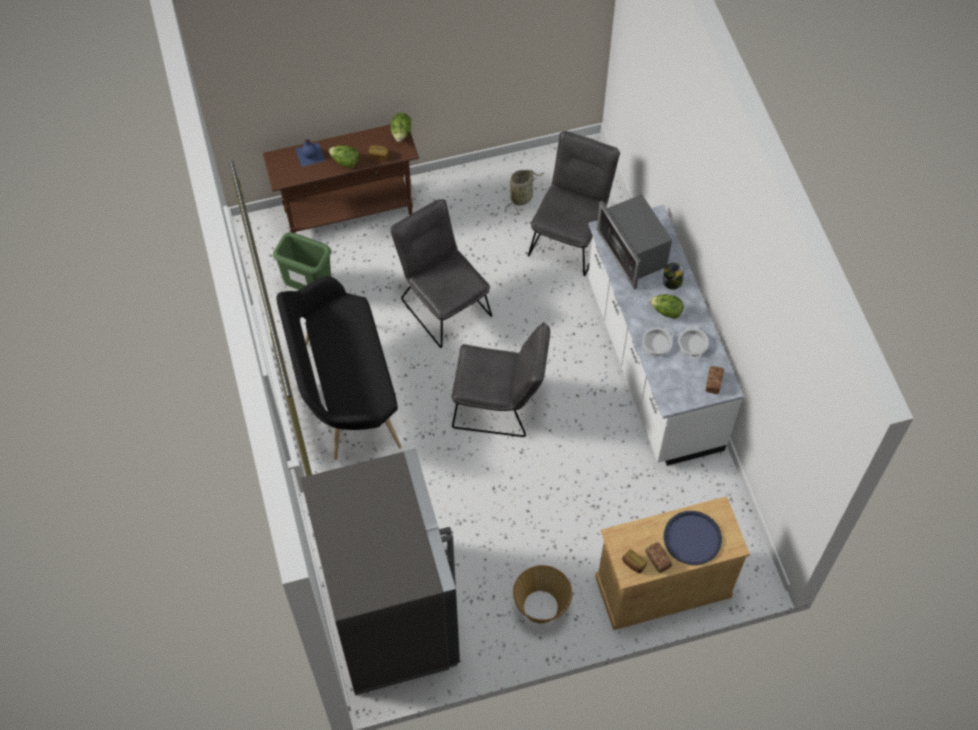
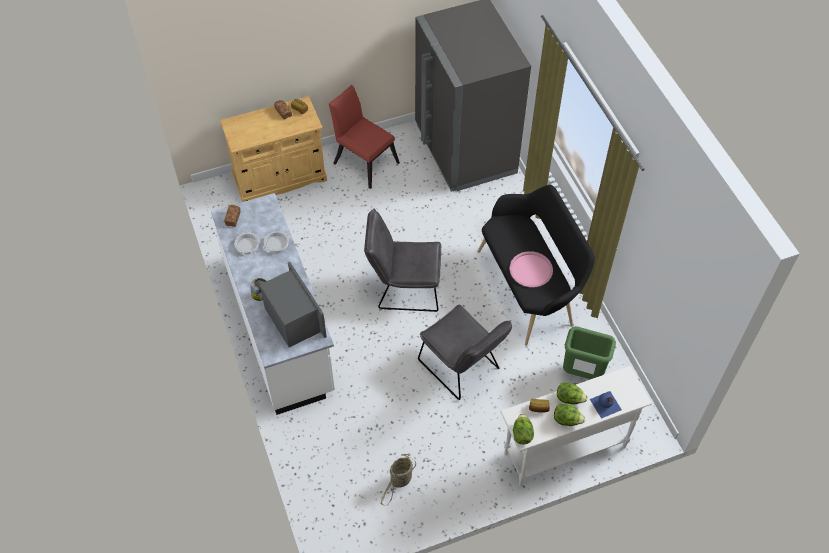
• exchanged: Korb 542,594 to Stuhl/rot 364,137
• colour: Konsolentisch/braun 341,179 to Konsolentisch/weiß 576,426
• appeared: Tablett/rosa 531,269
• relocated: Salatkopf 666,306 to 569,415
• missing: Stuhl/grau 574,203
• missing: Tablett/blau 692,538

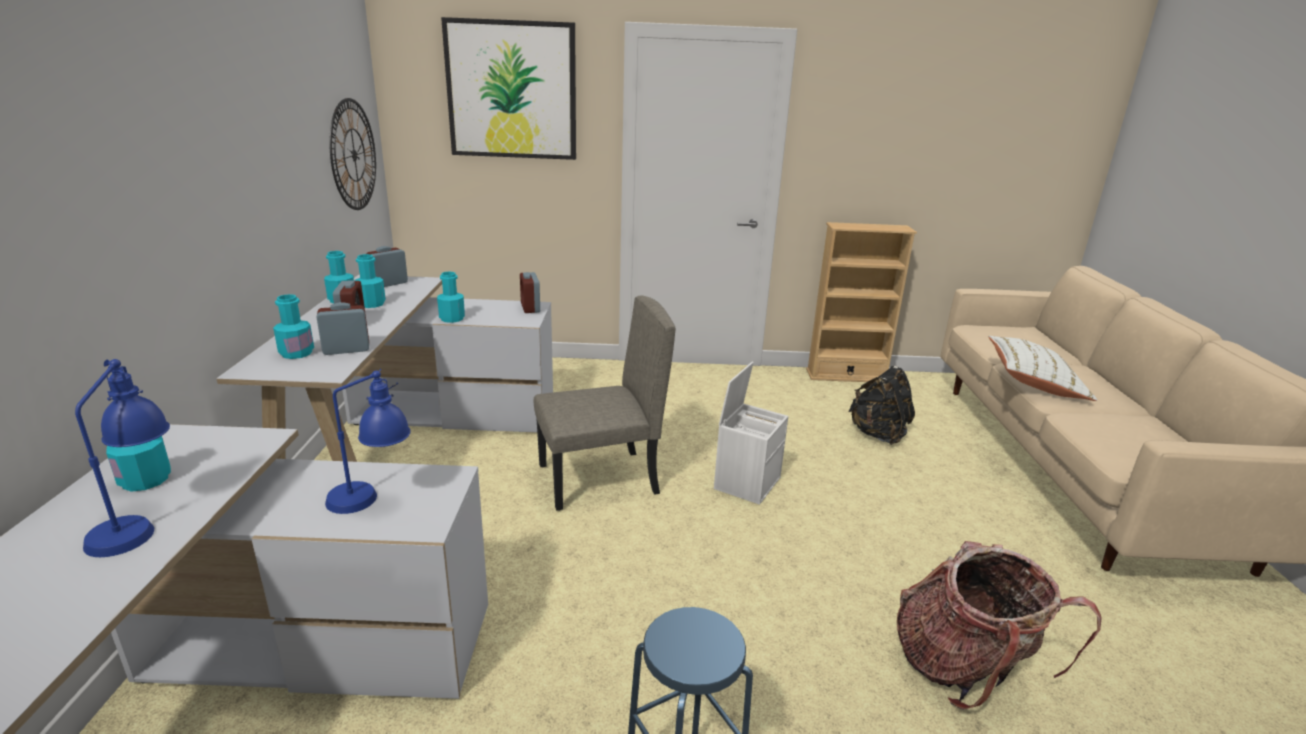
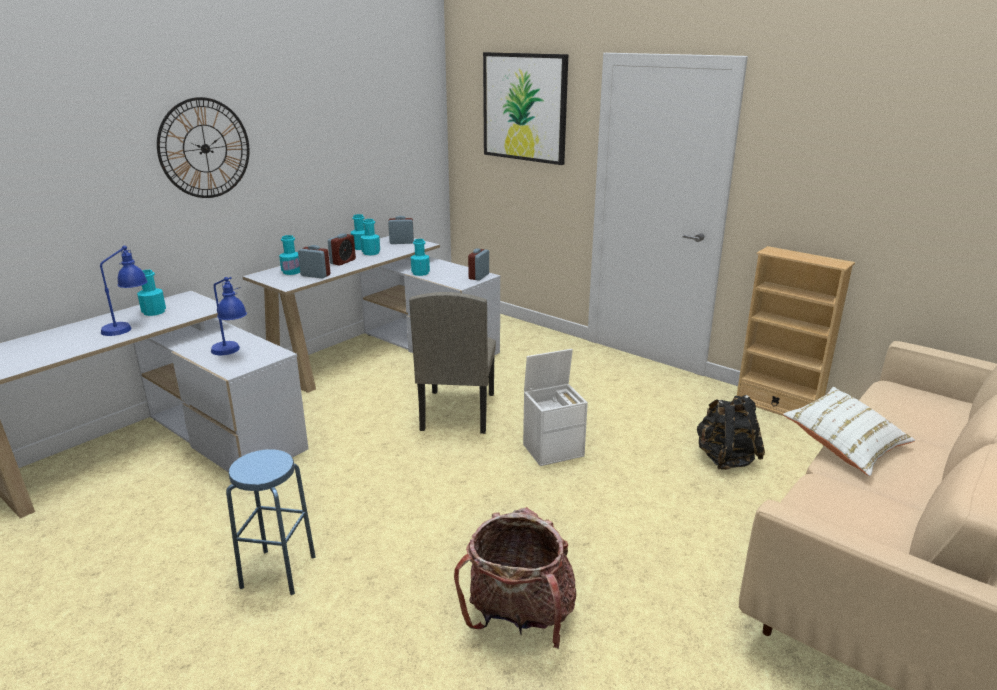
• relocated: Wanduhr 352,154 to 203,147
• spun: Stuhl/beige 604,403 = 452,363 75 degrees clockwise

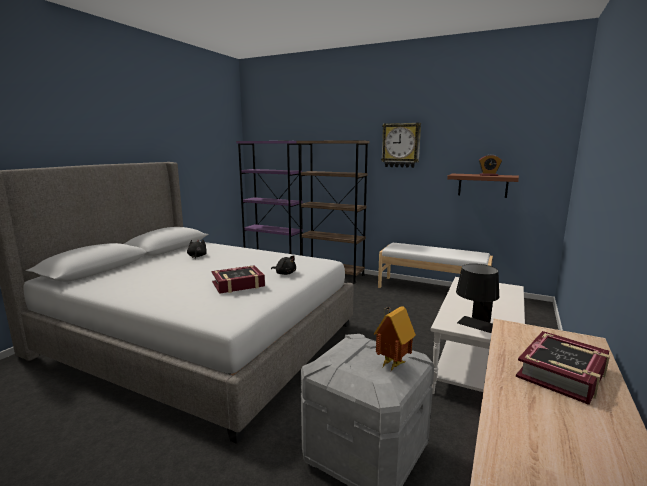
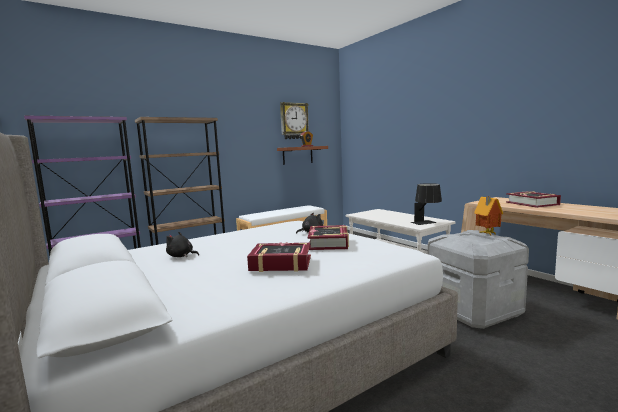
• appeared: Buch 279,257
• relocated: Wanduhr 401,145 to 294,120

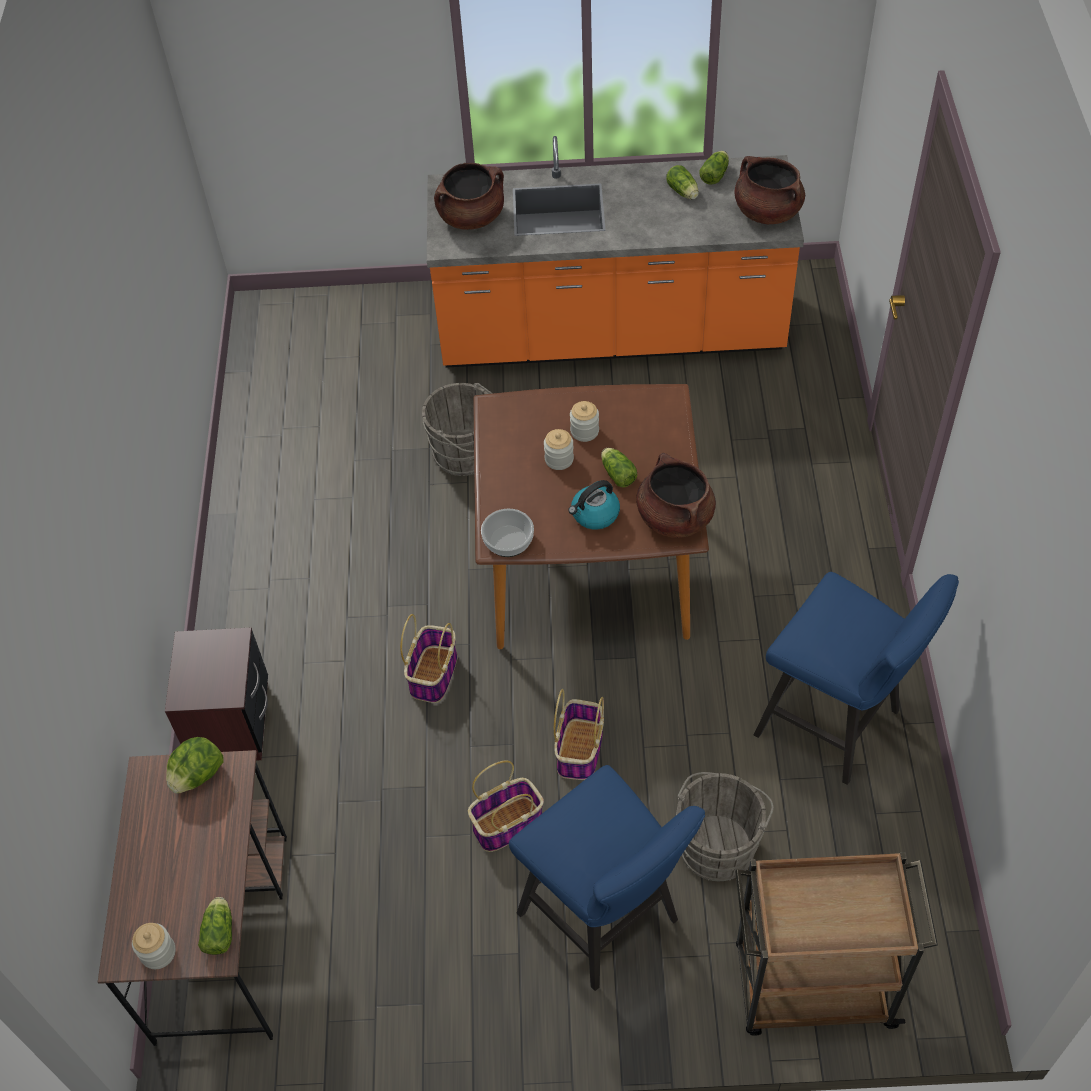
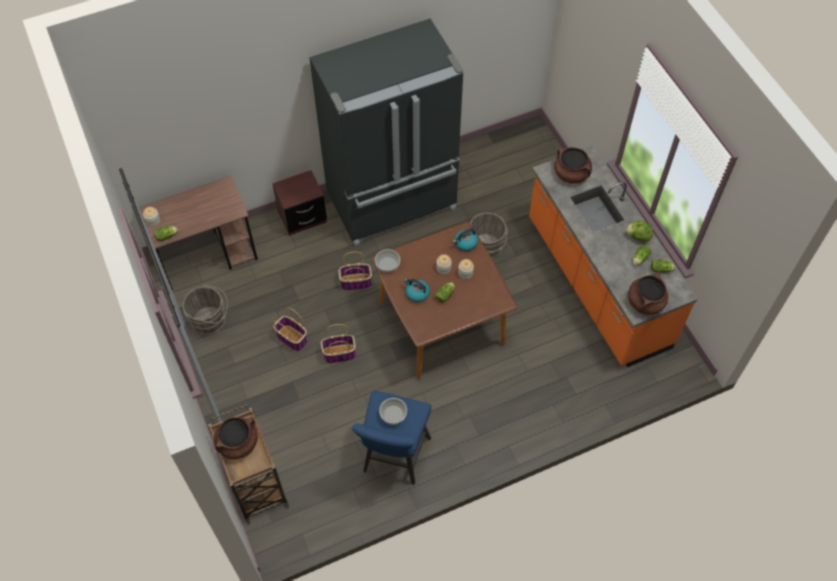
• relocated: Eimer/grau 725,826 to 205,310
• relocated: Kochtopf/braun 676,495 to 236,438
• appeared: Kühlschrank/schwarz 386,132
• appeared: Schüssel 393,411
• appeared: Wasserkessel 465,239
• relocated: Salatkopf 194,765 to 639,231
• missing: Hocker/blau 607,878

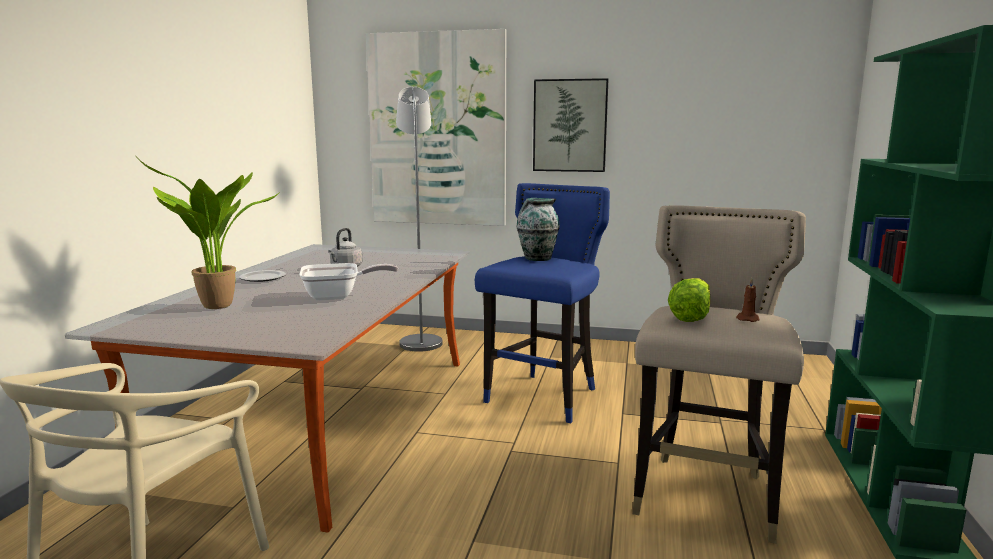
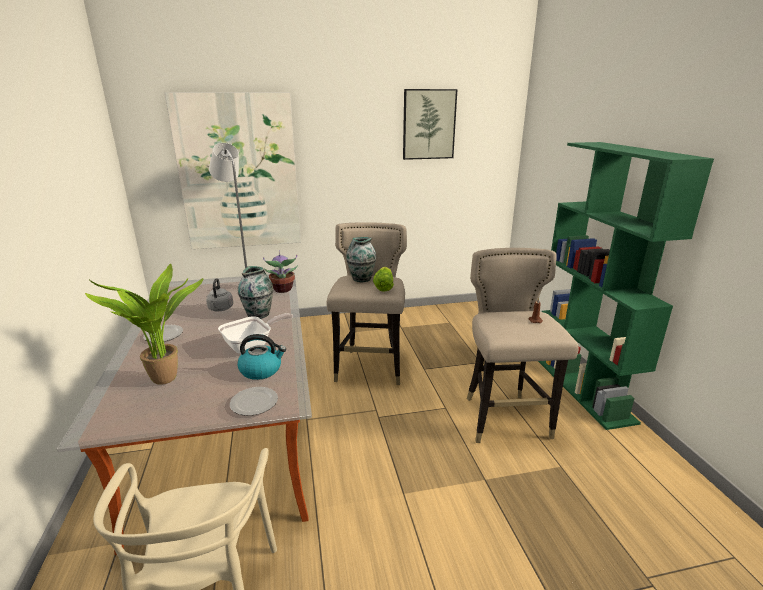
• appeared: Teller 254,401
• appeared: Wasserkessel 261,357
• appeared: Vase 255,292
• appeared: Topfpflanze 280,271
• colour: Hocker/blau 542,303 to Hocker/beige 367,303
• relocated: Salatkopf 689,300 to 383,279
• relocated: Bild 571,125 to 430,124

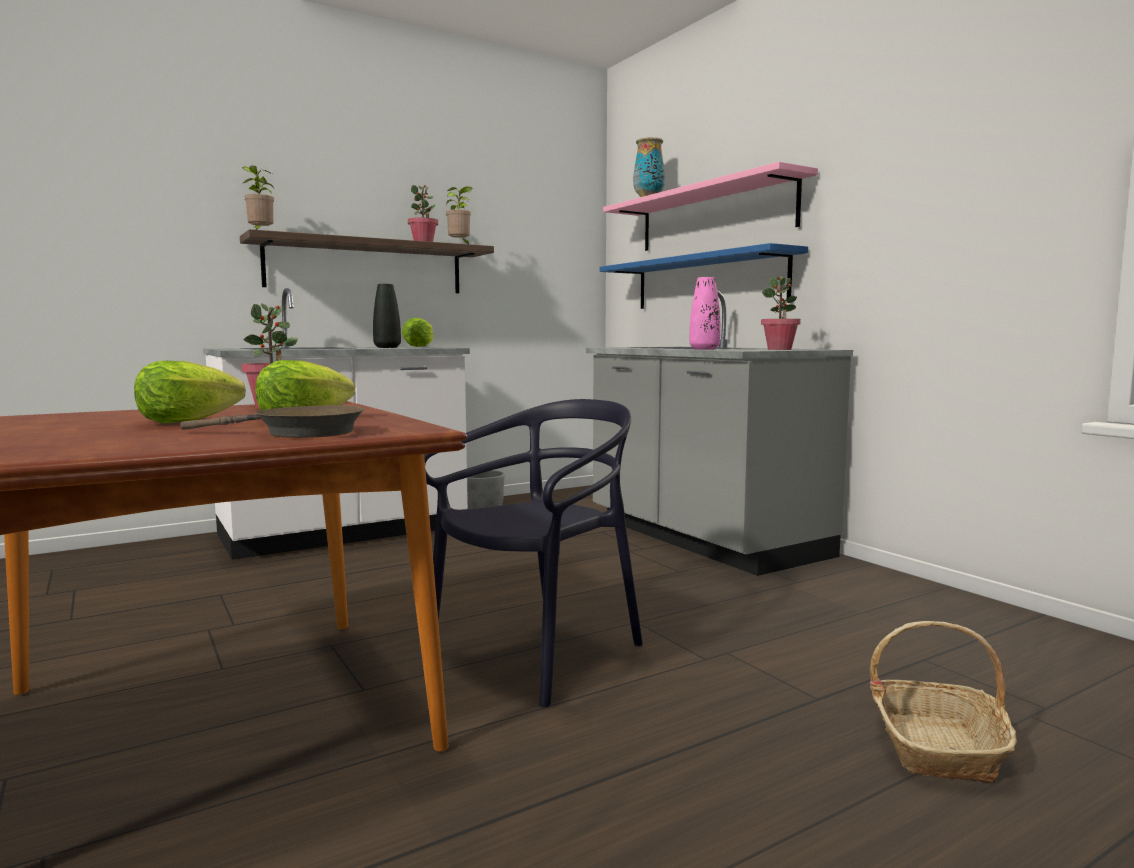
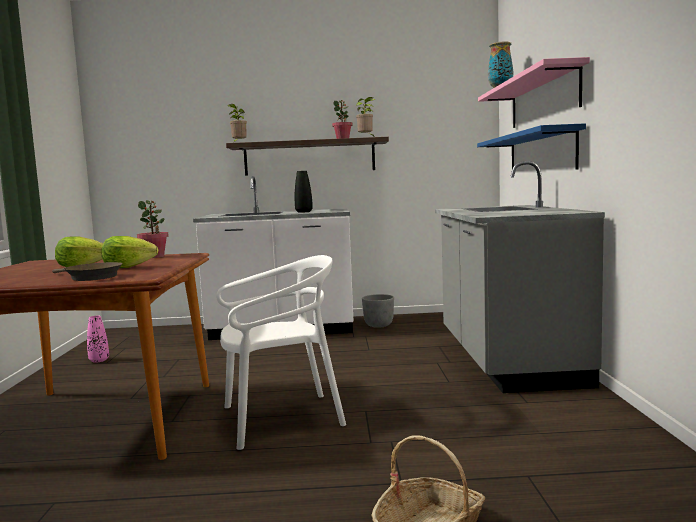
• relocated: Vase/rosa 705,313 to 98,339
• colour: Stuhl/schwarz 533,553 to Stuhl/weiß 281,352
• missing: Salatkopf 417,332
• missing: Topfpflanze 781,313

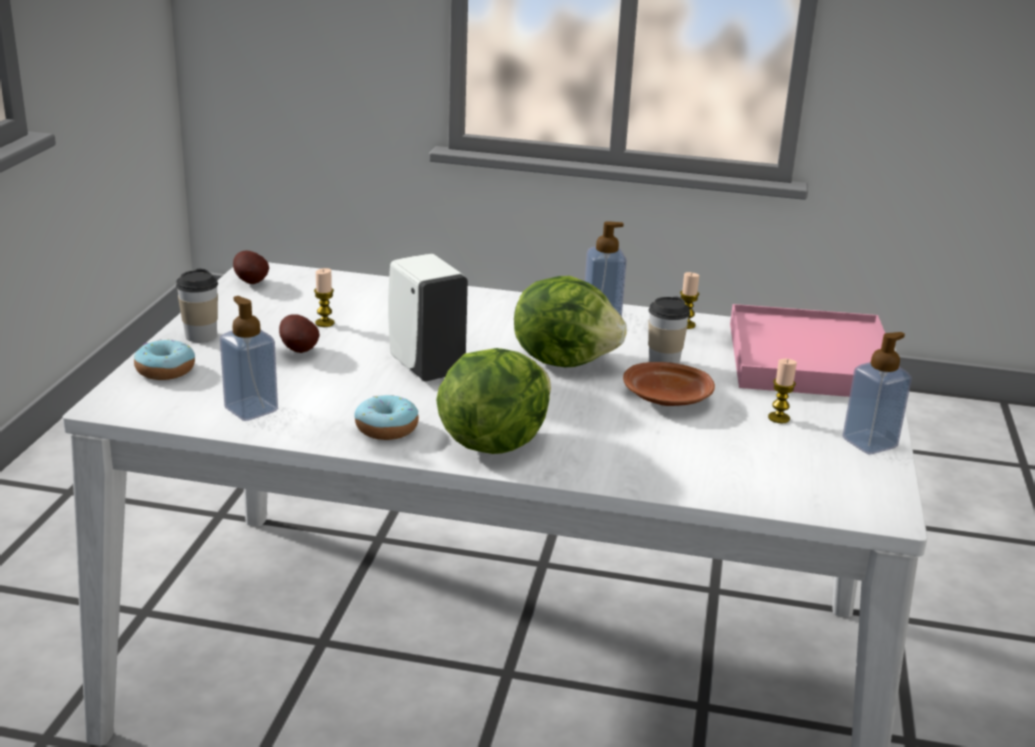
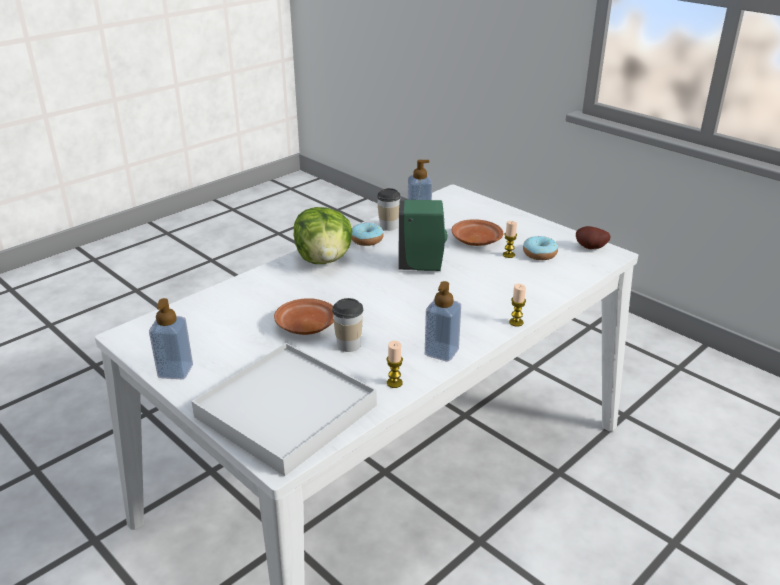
• colour: Tablett/rosa 807,350 to Tablett/weiß 284,409
• relocated: Tasse 197,305 to 389,209
• colour: Seifenspender/weiß 428,317 to Seifenspender/grün 423,235
• exchanged: Kartoffel 299,333 to Teller/braun 477,232
• relocated: Kerze 782,391 to 517,305
• relocated: Donut 164,359 to 540,248
• missing: Salatkopf 570,321

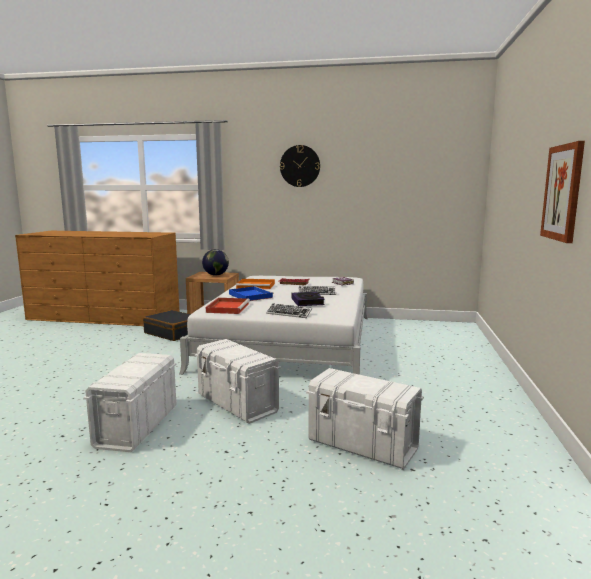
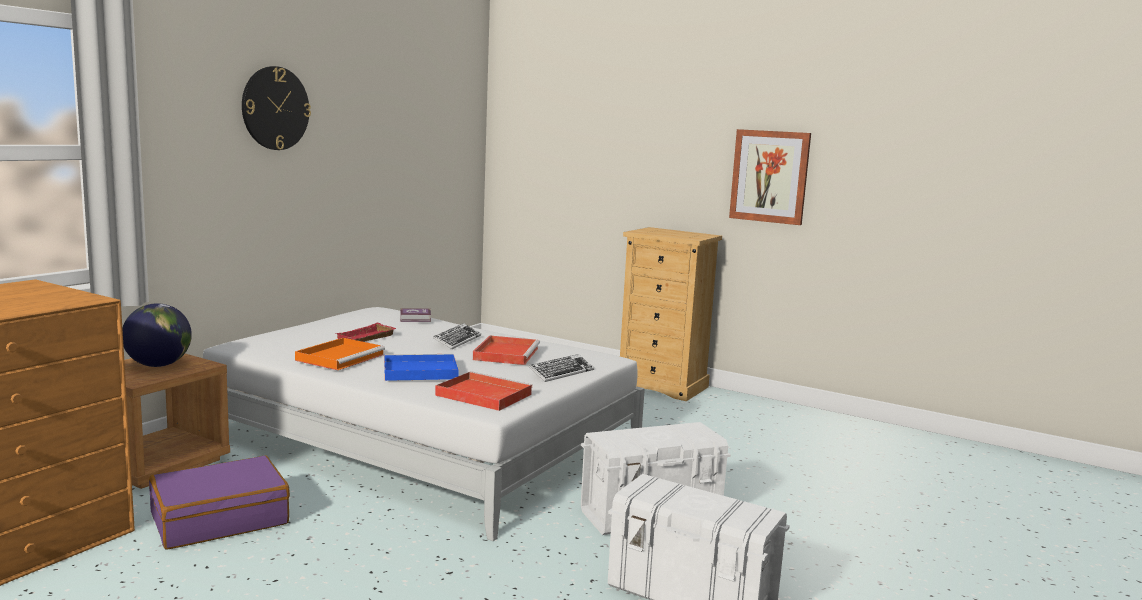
• colour: Koffer/schwarz 167,325 to Koffer/lila 219,503
• exchanged: Buch 308,299 to Tablett/rot 506,350
• appeared: Kommode/beige 671,314
• missing: Aufbewahrungsbox/weiß 365,418

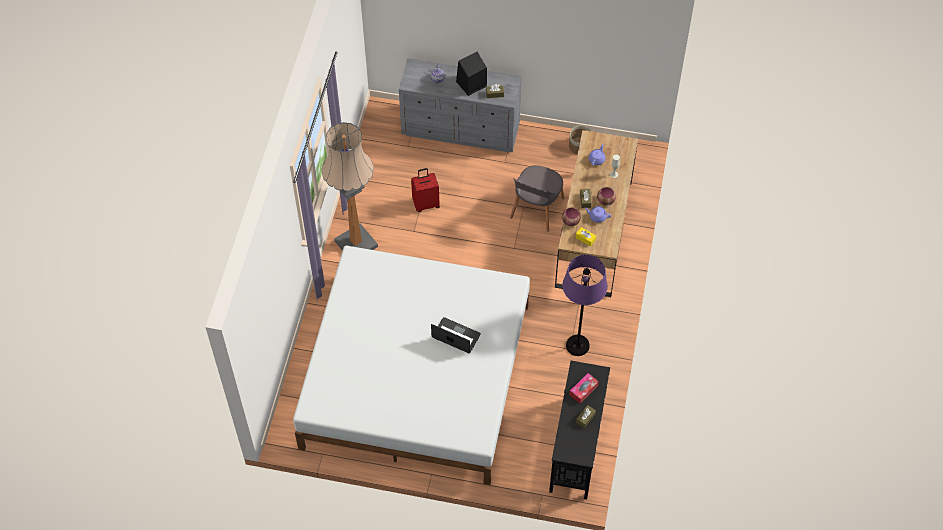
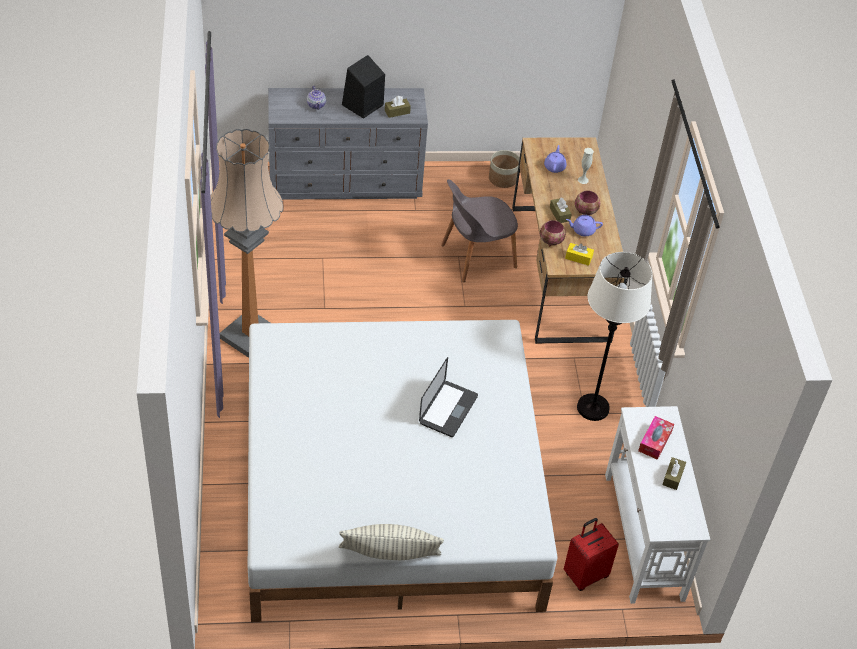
• appeared: Kissen 391,542
• spun: Laptop 456,335 = 448,397 105 degrees clockwise
• spun: Stuhl/grau 537,198 = 479,230 60 degrees clockwise
• relocated: Koffer/rot 425,190 to 591,554
• colour: Stehlampe/lila 584,305 to Stehlampe/weiß 615,336
• colour: Konsolentisch/schwarz 579,430 to Konsolentisch/weiß 657,505

